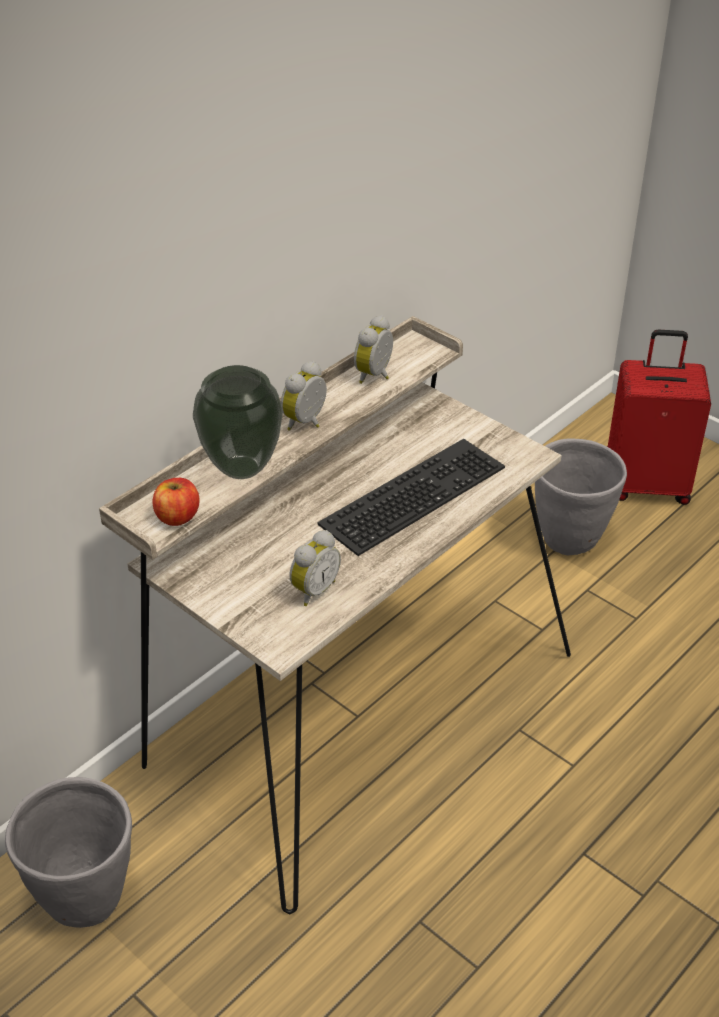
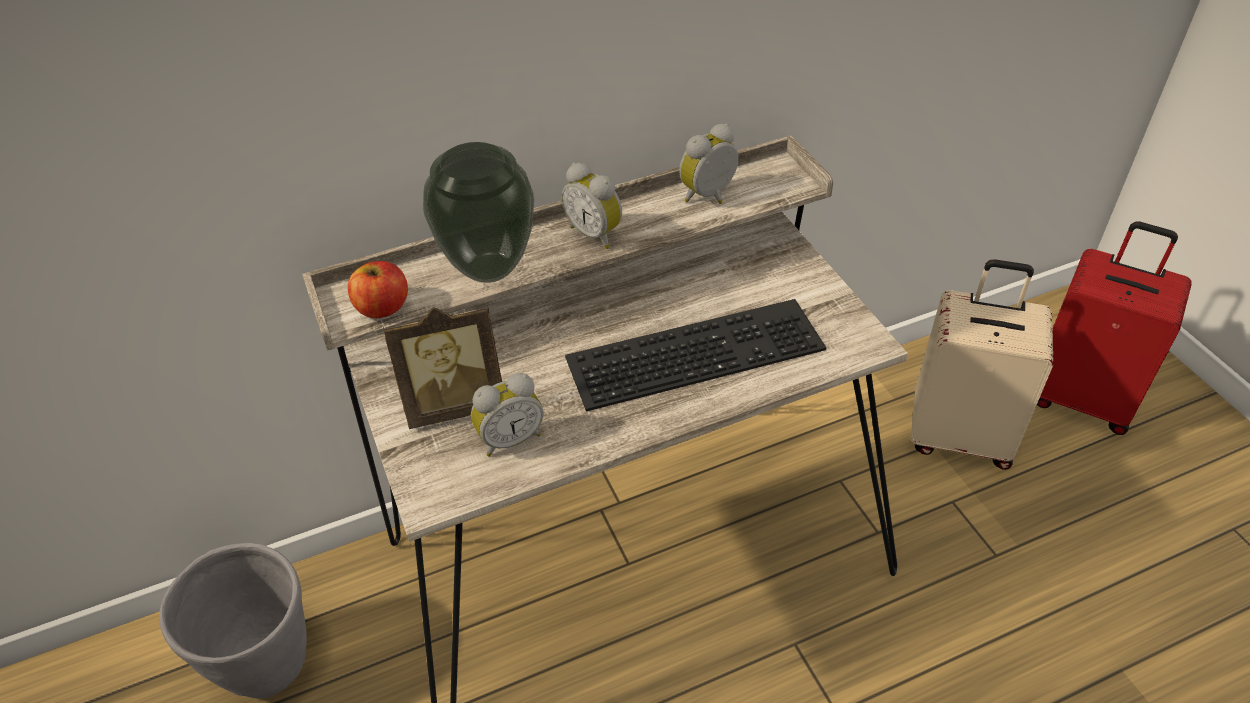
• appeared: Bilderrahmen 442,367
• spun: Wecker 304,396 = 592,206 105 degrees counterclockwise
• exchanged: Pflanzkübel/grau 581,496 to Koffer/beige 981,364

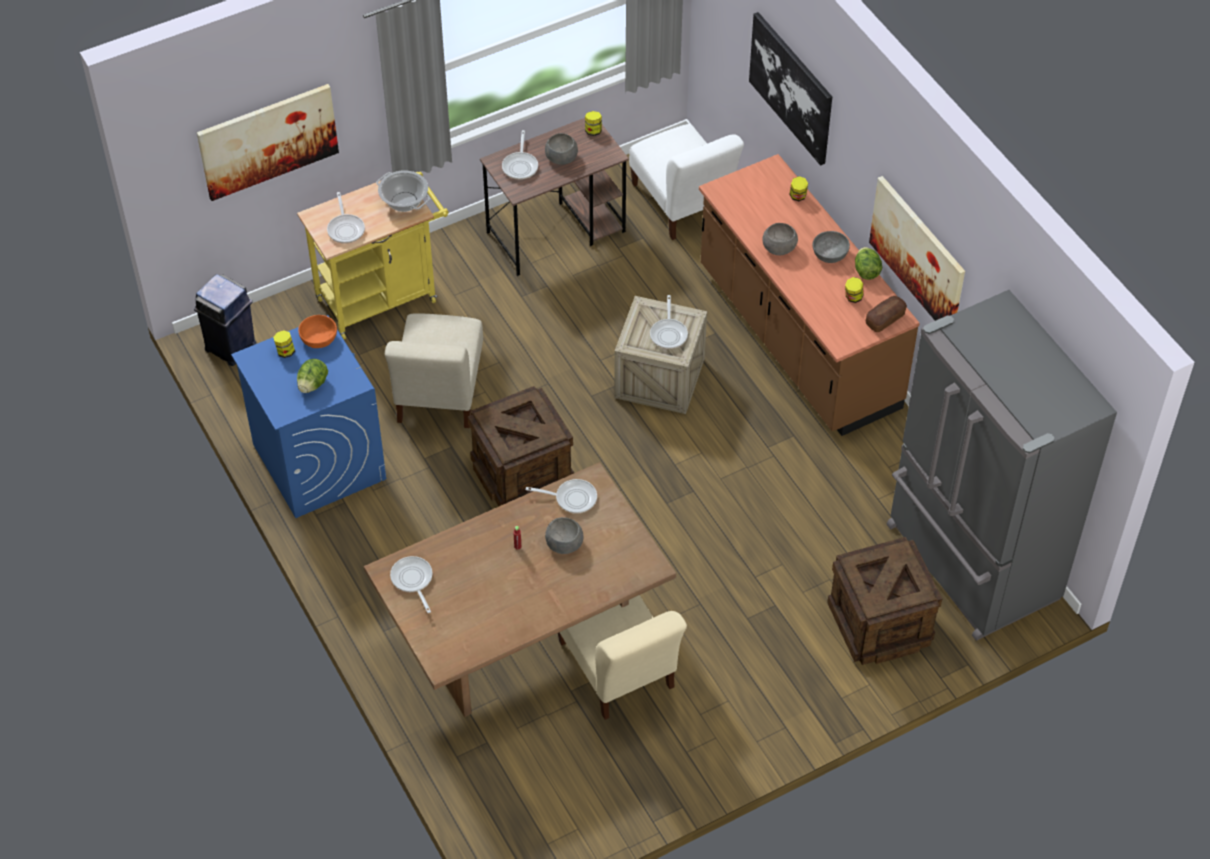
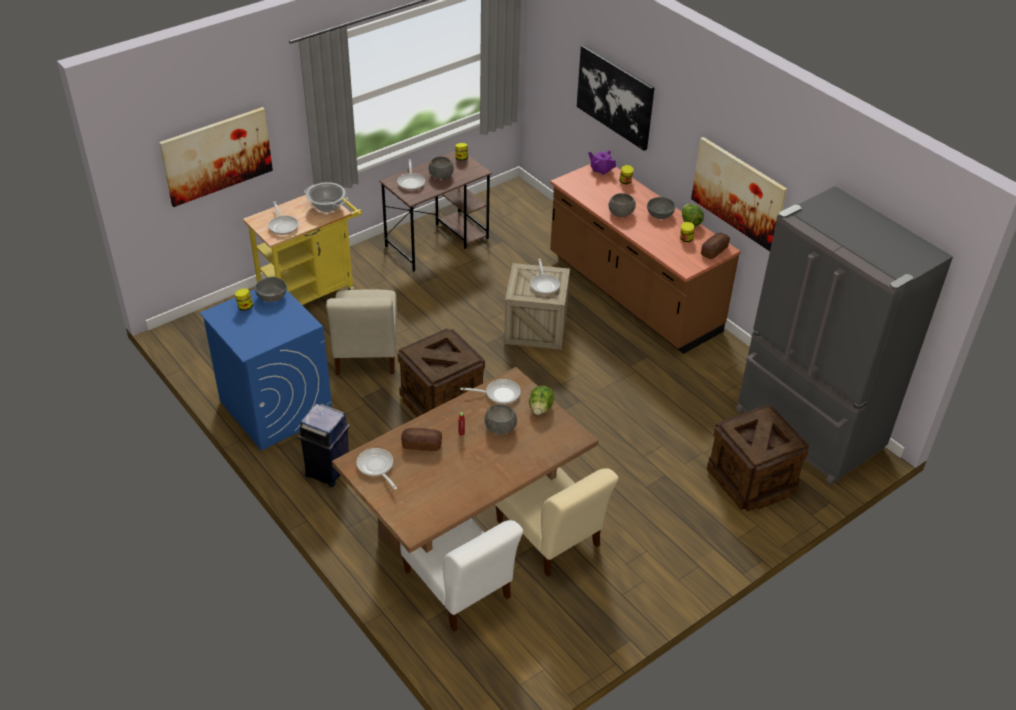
• colour: Schüssel/orange 317,331 to Schüssel/grau 271,289
• relocated: Mülleimer/blau 225,320 to 324,445
• relocated: Stuhl/weiß 686,182 to 461,575
• appeared: Brot 421,439
• relocated: Salatkopf 312,376 to 541,400
• appeared: Teekanne/lila 602,162

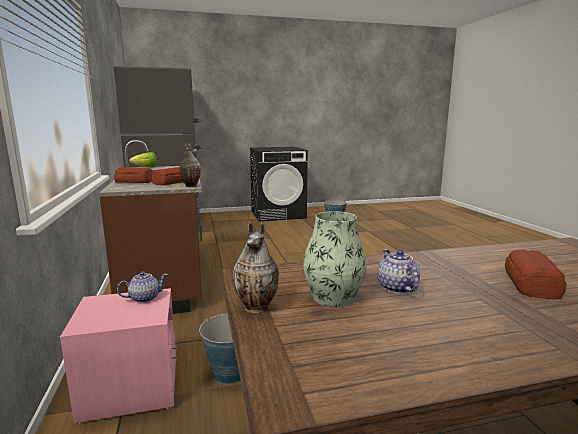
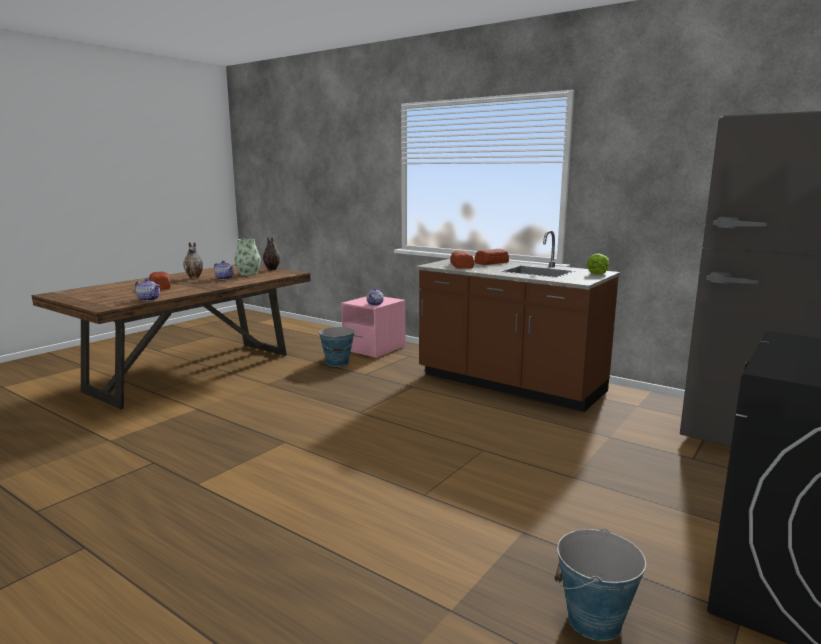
• appeared: Teekanne 147,289
• relocated: Vase 190,165 to 193,260

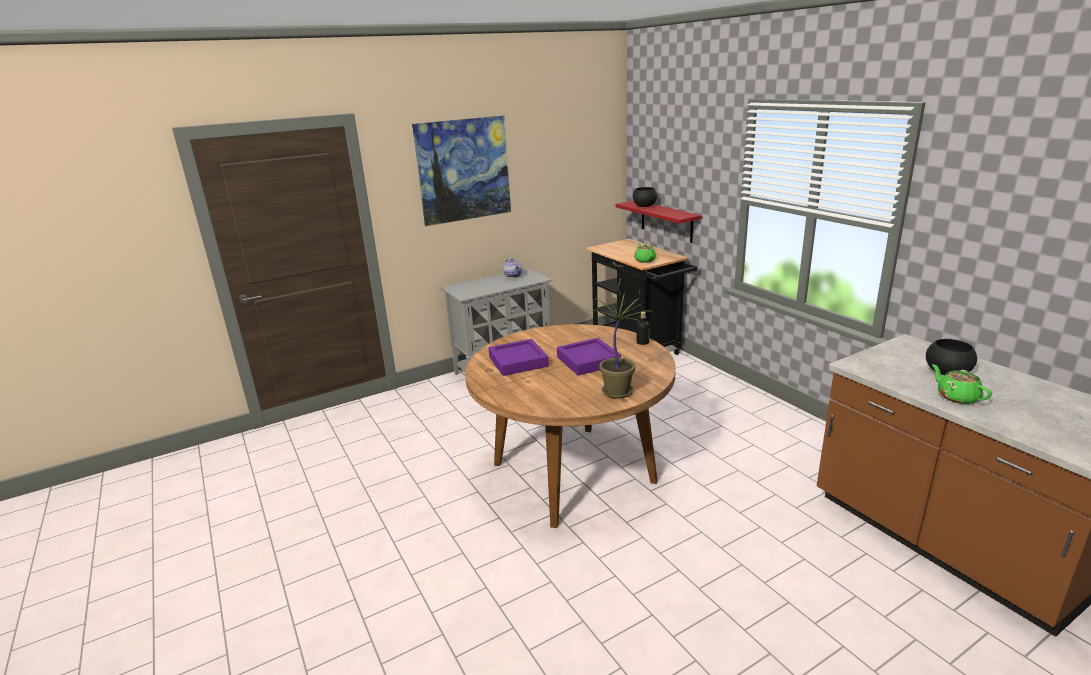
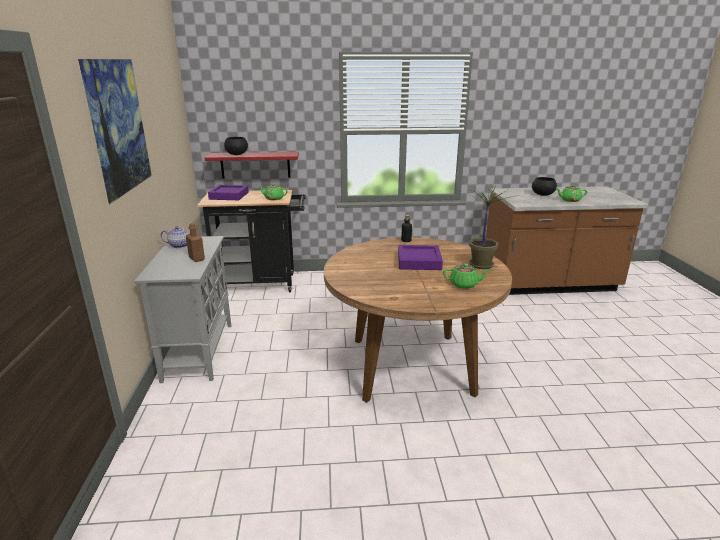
• appeared: Flasche/braun 195,242
• relocated: Tablett/lila 518,357 to 228,192
• appeared: Teekanne/grün 466,276

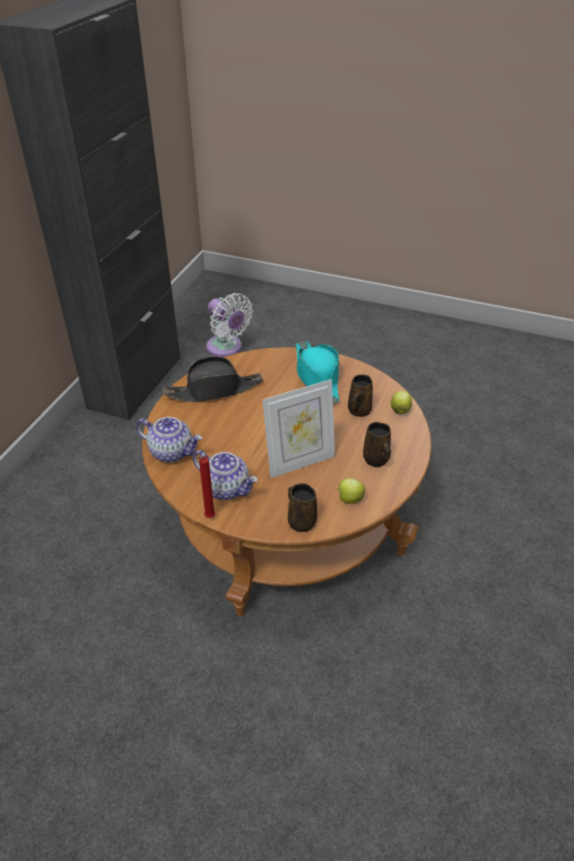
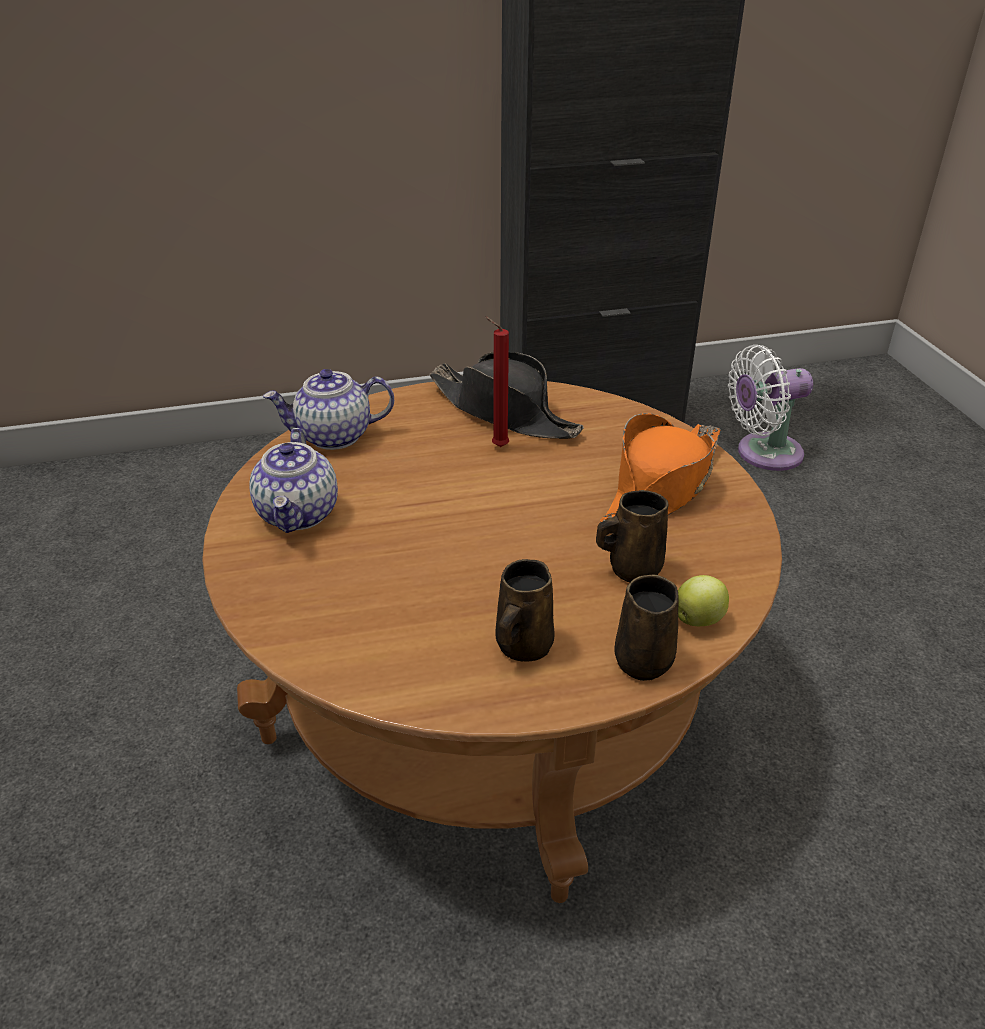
• spun: Teekanne 169,440 = 328,409 90 degrees clockwise
• relocated: Kerze/rot 205,487 to 497,382
• colour: Hut/türkis 317,371 to Hut/orange 660,468
• relocated: Henkelbecher/braun 302,507 to 646,628
• spun: Ventilator/weiß 229,325 = 770,408 60 degrees clockwise
• missing: Bilderrahmen 298,428
• missing: Apfel 350,491

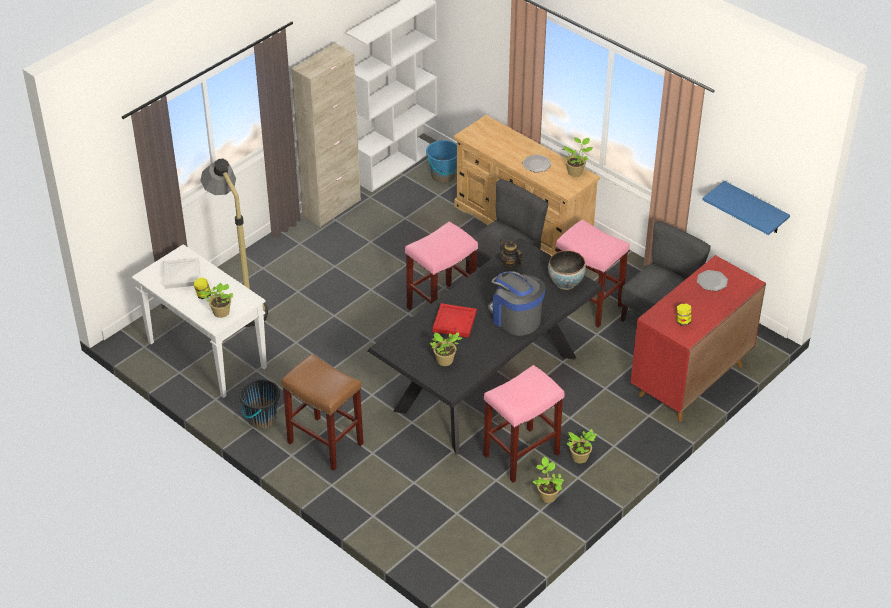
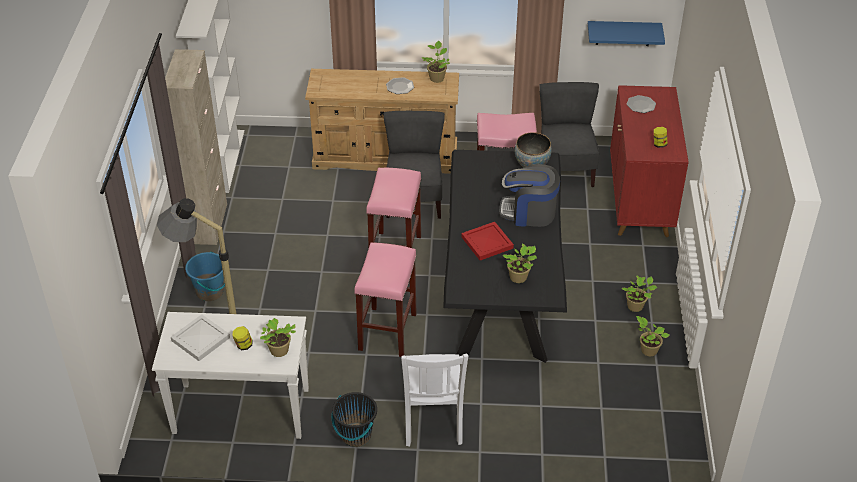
• relocated: Eimer/blau 441,161 to 205,276
• relocated: Hocker/rosa 523,424 to 385,300
• exchanged: Hocker/braun 322,412 to Stuhl/weiß 434,400
• missing: Teekanne 511,254

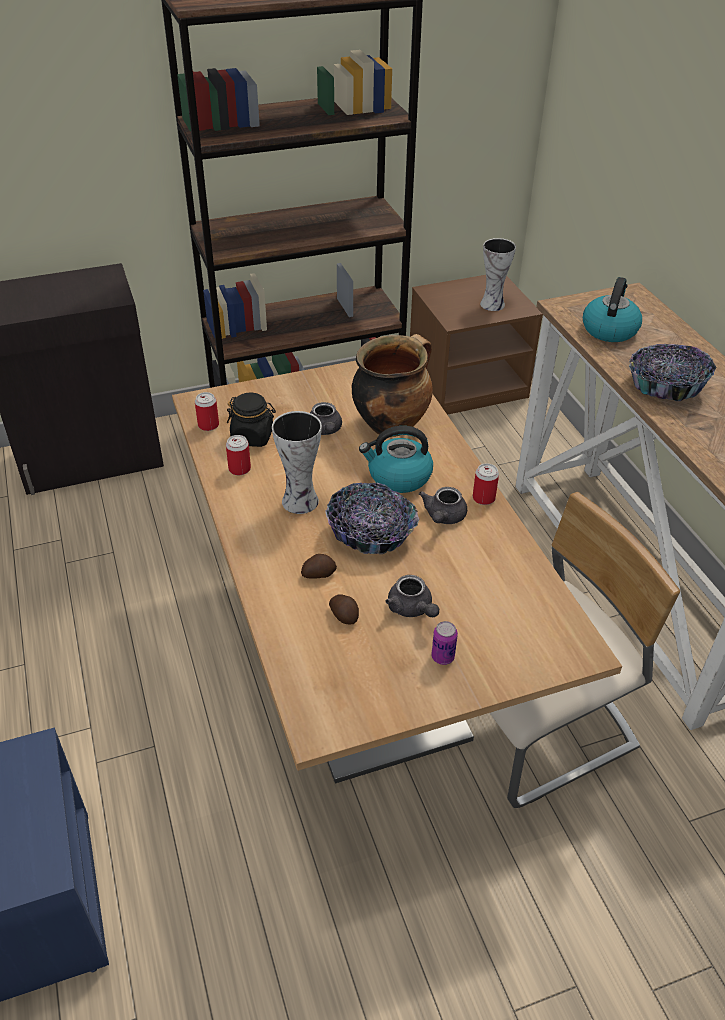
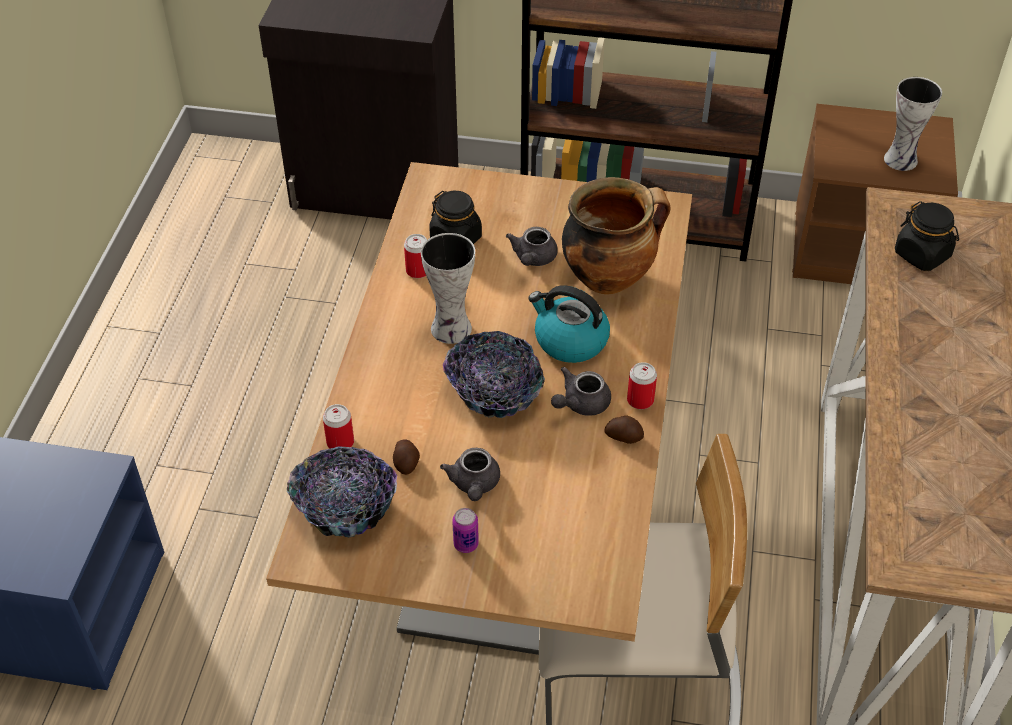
• relocated: Schüssel 672,372 to 342,491
• relocated: Dose 207,411 to 338,426
• relocated: Kartoffel 319,566 to 624,430
• exchanged: Wasserkessel 612,309 to Vorratsglas/schwarz 927,236

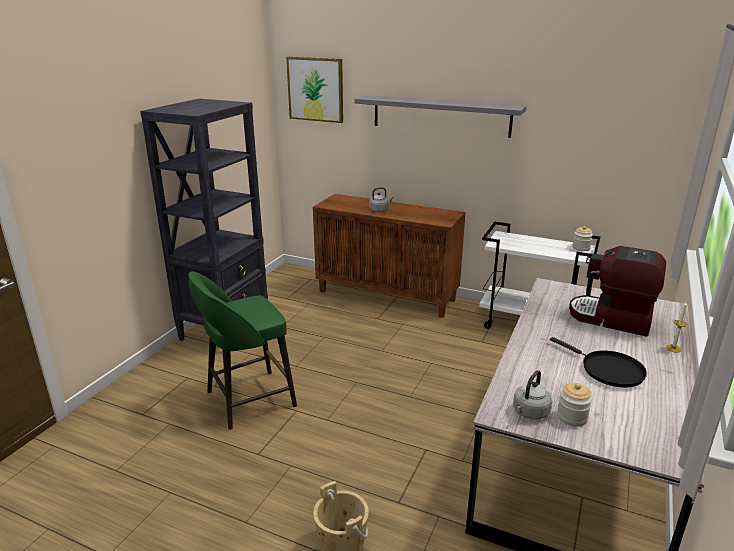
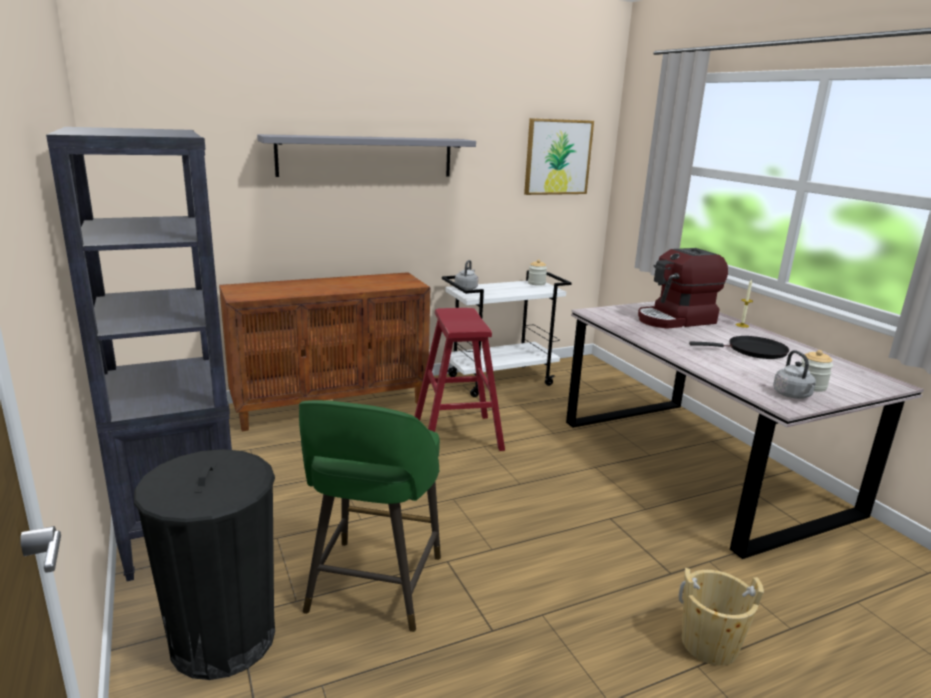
• appeared: Mülleimer/schwarz 204,564
• appeared: Hocker/rot 459,379
• relocated: Wasserkessel/grau 381,199 to 466,275
• relocated: Bild 314,90 to 559,156

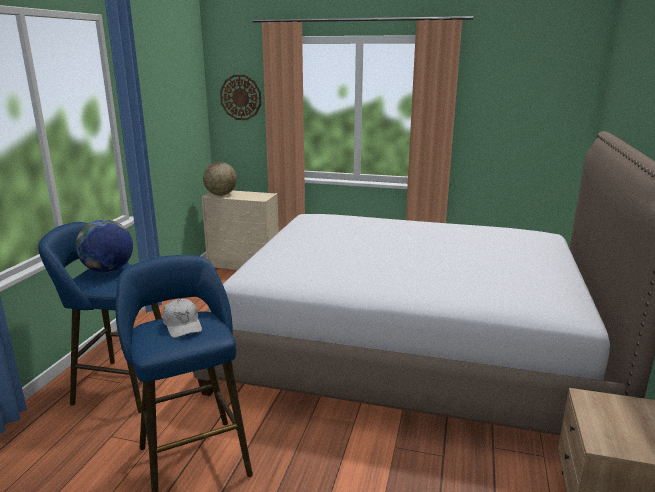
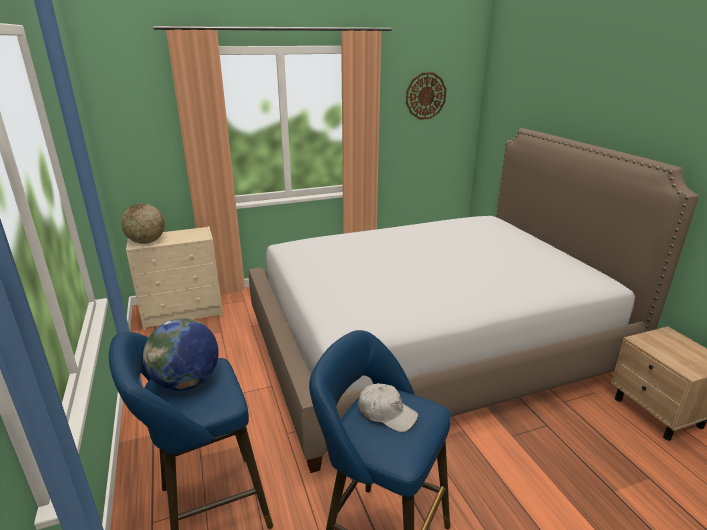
• relocated: Wanduhr 240,97 to 426,96

